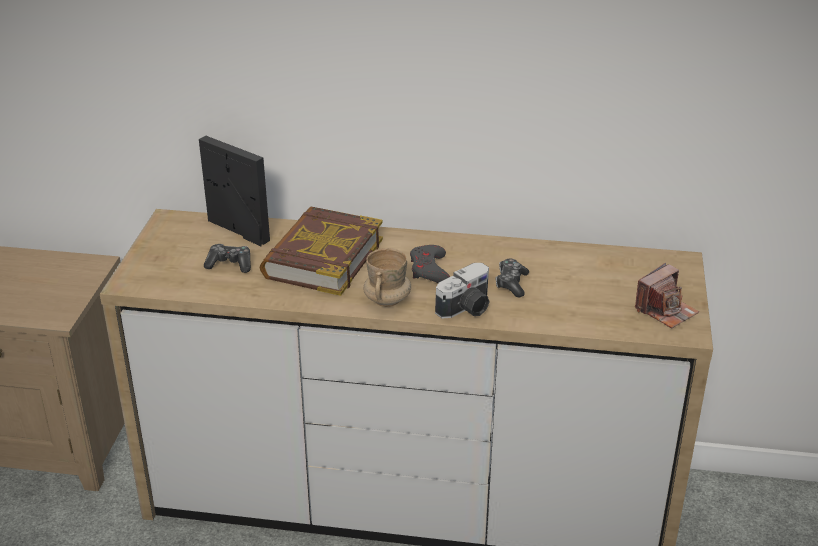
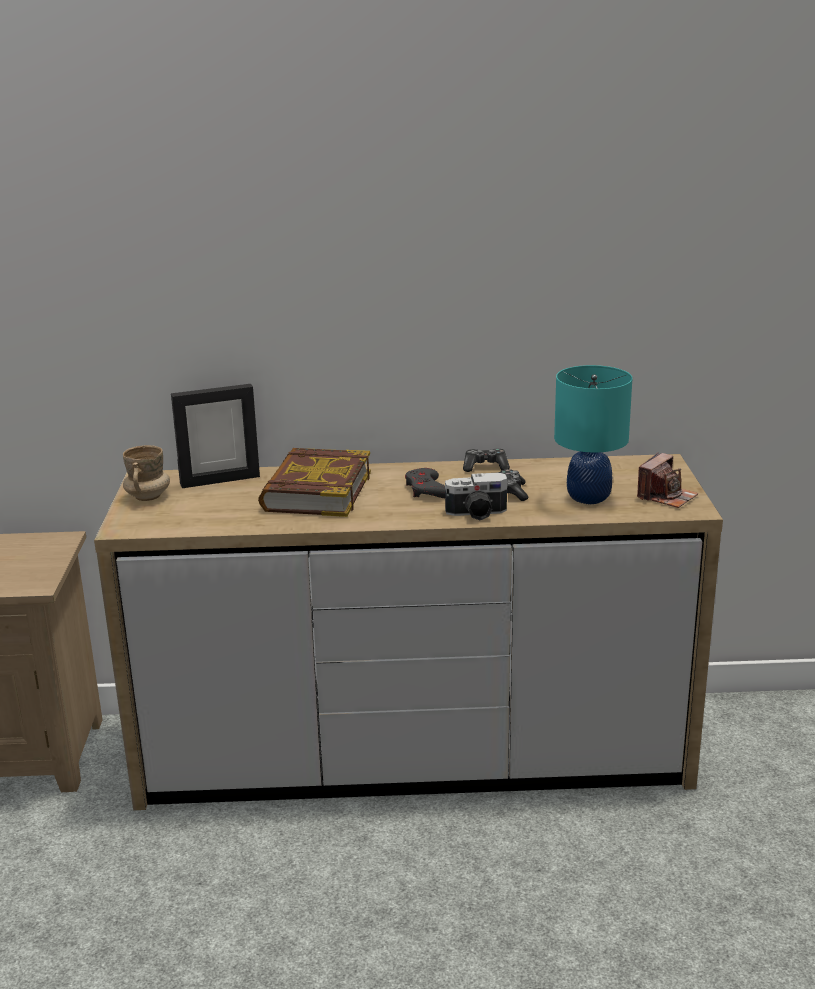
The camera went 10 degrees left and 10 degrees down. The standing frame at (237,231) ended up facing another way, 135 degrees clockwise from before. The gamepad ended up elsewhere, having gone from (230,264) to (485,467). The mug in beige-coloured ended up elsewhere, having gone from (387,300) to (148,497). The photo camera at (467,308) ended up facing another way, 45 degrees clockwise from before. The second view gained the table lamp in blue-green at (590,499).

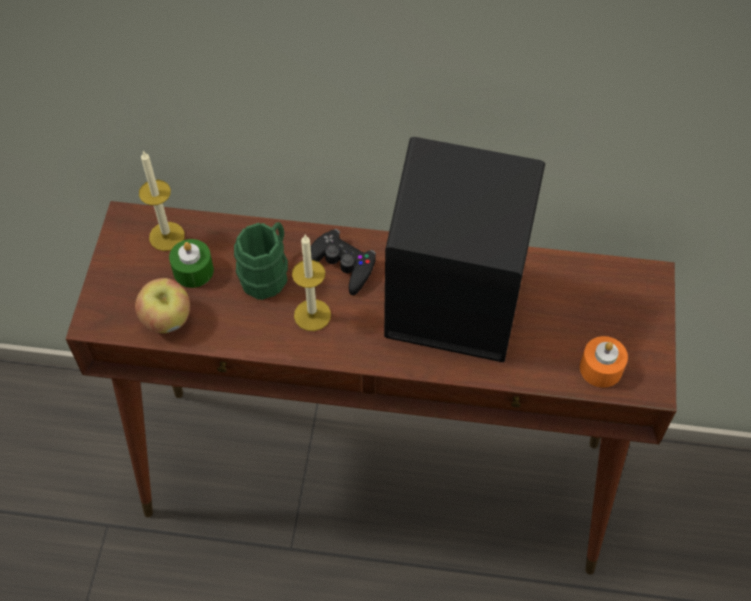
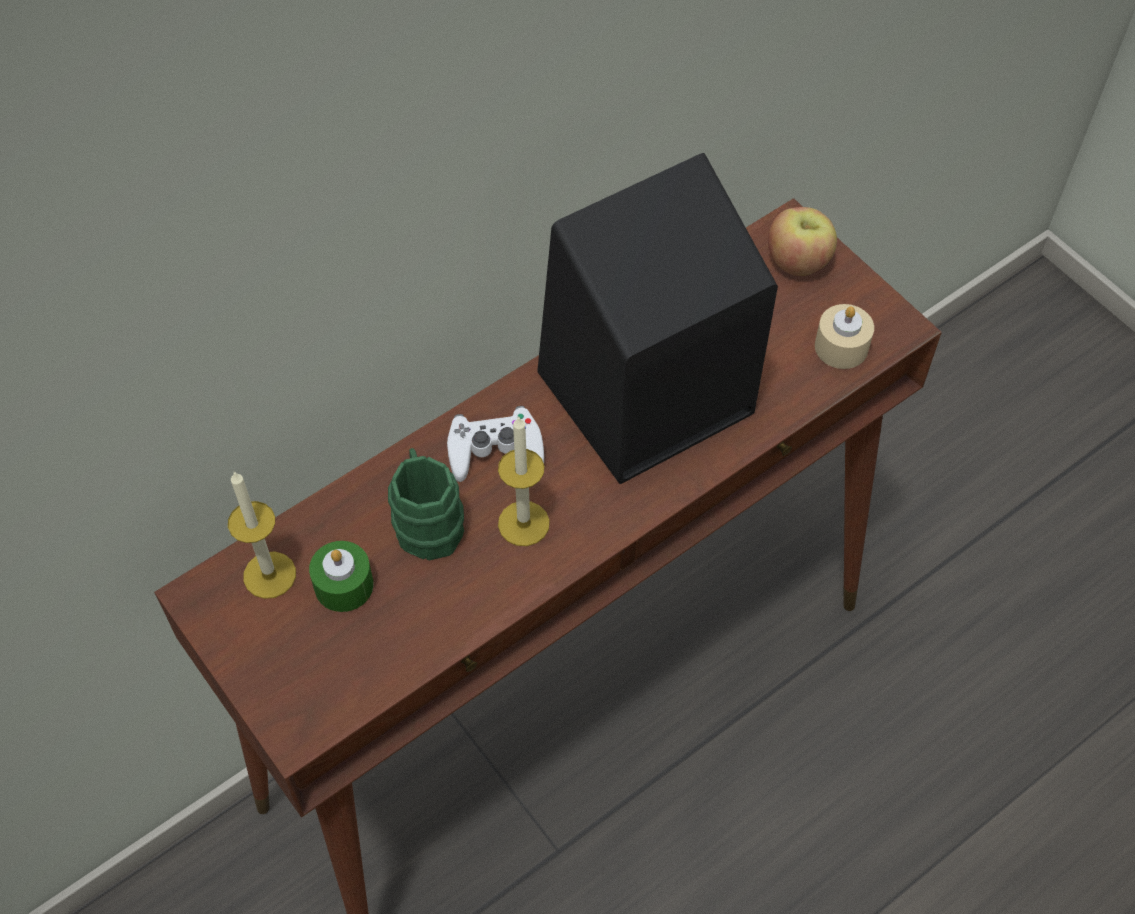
The camera went 45 degrees left and 0 degrees up. The apple ended up elsewhere, having gone from (167,320) to (798,261). What was the gamepad in blackish at (342,265) turned into the gamepad in white at (495,450). What was the wax light in orange-coloured at (601,368) turned into the wax light in beige-coloured at (841,347).

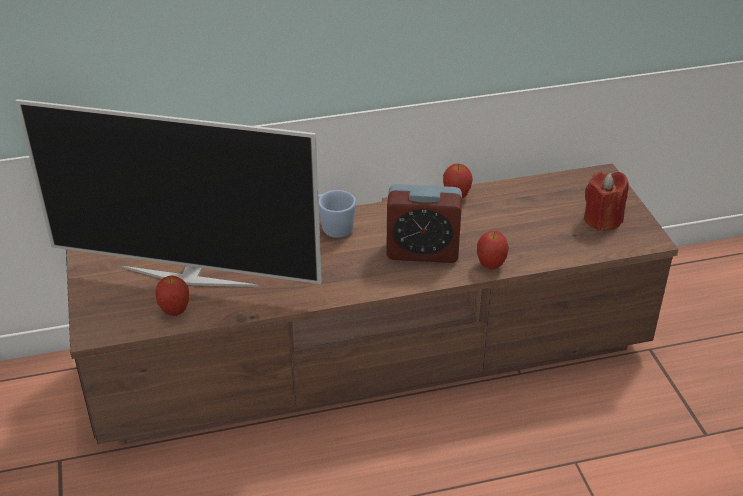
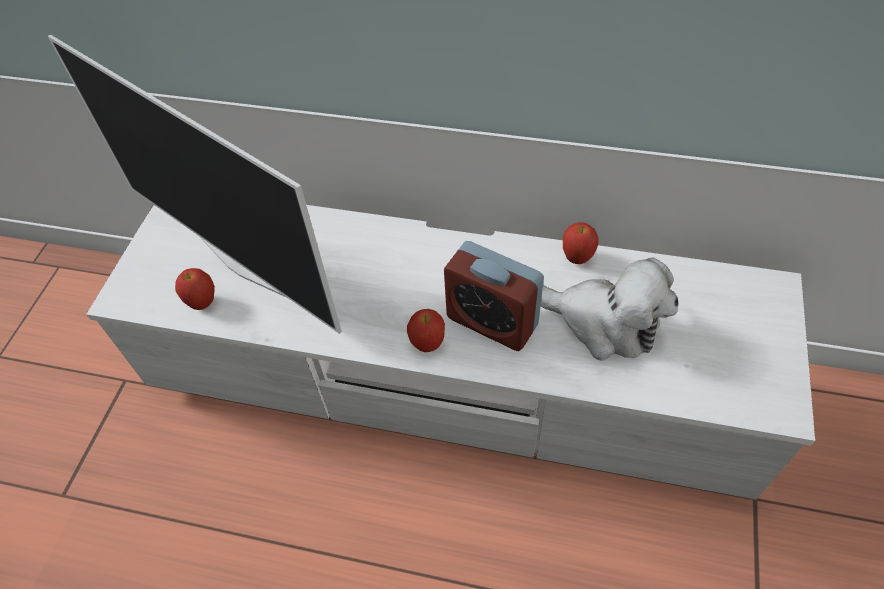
The camera went 30 degrees right and 15 degrees up. What was the tv stand in brownish at (372,355) turned into the tv stand in white at (449,380). The second view lost the mug in blue-coloured at (333,227). The apple ended up elsewhere, having gone from (491,265) to (427,344). The second view lost the wax light in reddish at (602,219). The second view gained the soft toy at (604,322).

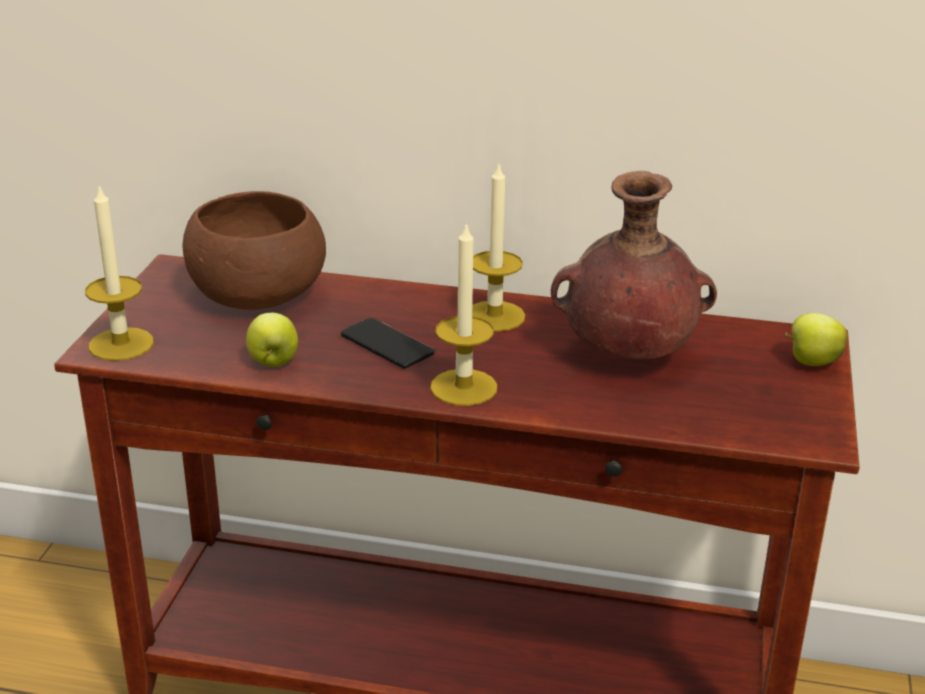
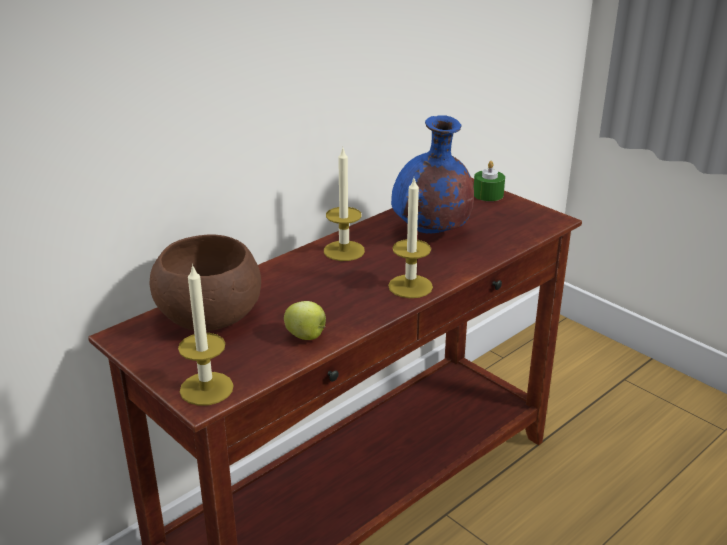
The camera went 55 degrees left and 0 degrees up. The second view lost the handset at (387,344). What was the flower vase in brownish at (626,355) turned into the flower vase in blue-coloured at (430,232). Where the apple stood at (811,362), the wax light in green came to stand at (488,194).

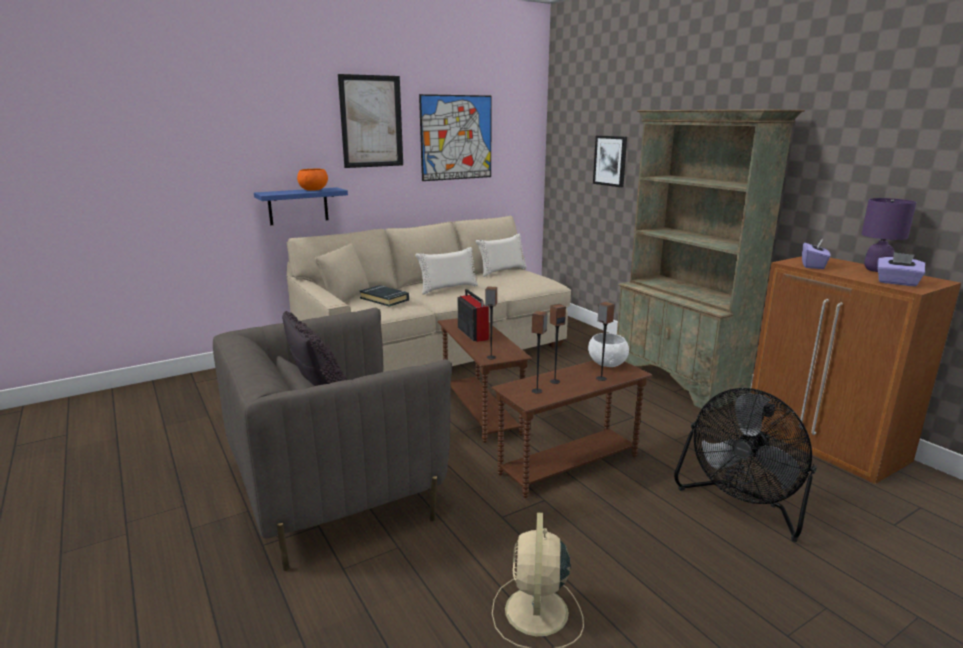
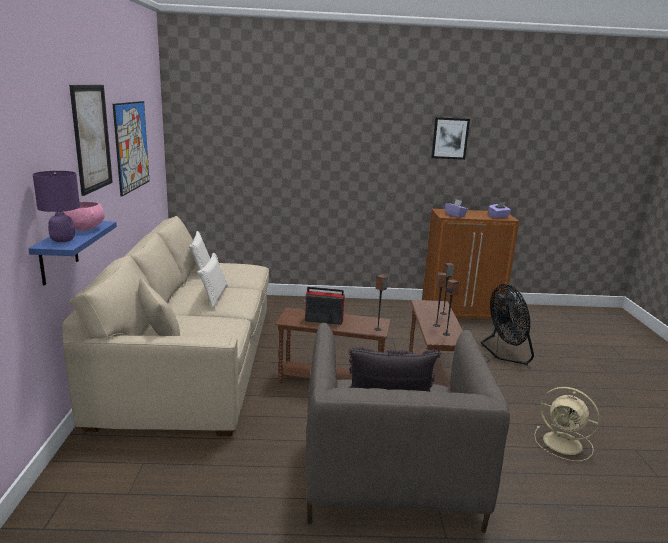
The camera went 60 degrees left and 0 degrees up. What was the bowl in orange-coloured at (313,190) turned into the bowl in pinkish at (86,229). The second view lost the volume in blackish at (385,299). The second view lost the bowl in white at (607,364). The wall picture ended up elsewhere, having gone from (610,161) to (450,138). The second view lost the bookshelf in green at (679,380). The electric fan in blackish at (739,501) ended up facing another way, 90 degrees counterclockwise from before. The table lamp in purple ended up elsewhere, having gone from (875,270) to (61,240).

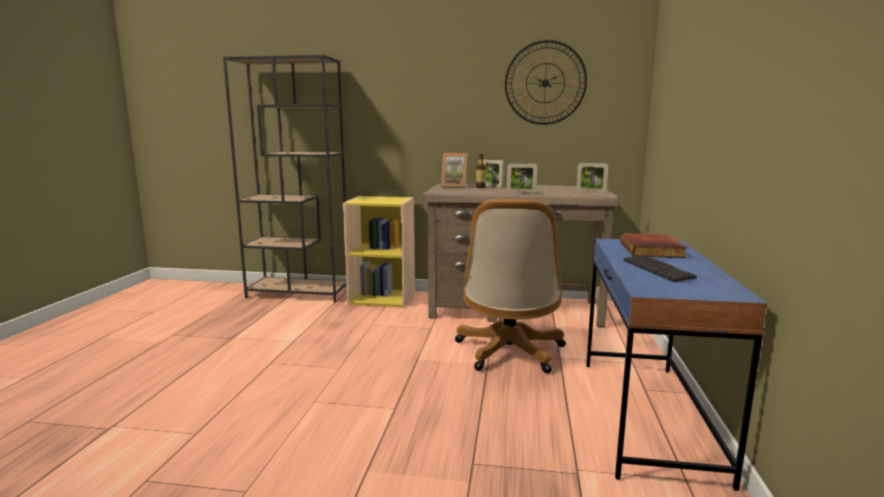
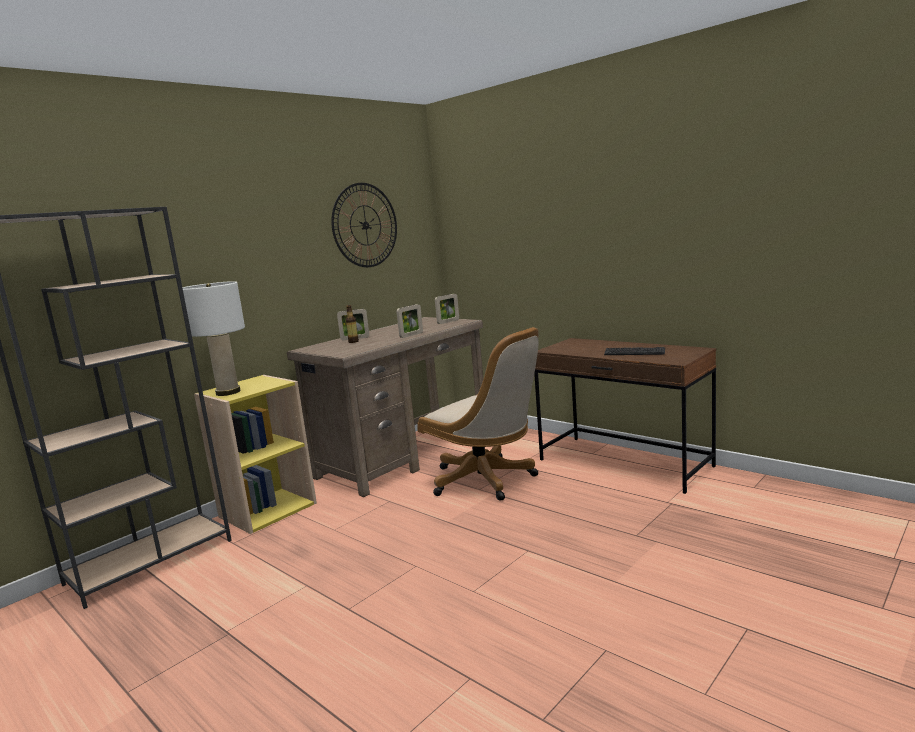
The camera went 55 degrees left and 0 degrees up. The second view lost the standing frame at (454,186). What was the desk in blue-coloured at (646,416) turned into the desk in brownish at (624,463). The second view lost the volume at (652,249). The second view gained the table lamp in white at (228,392).

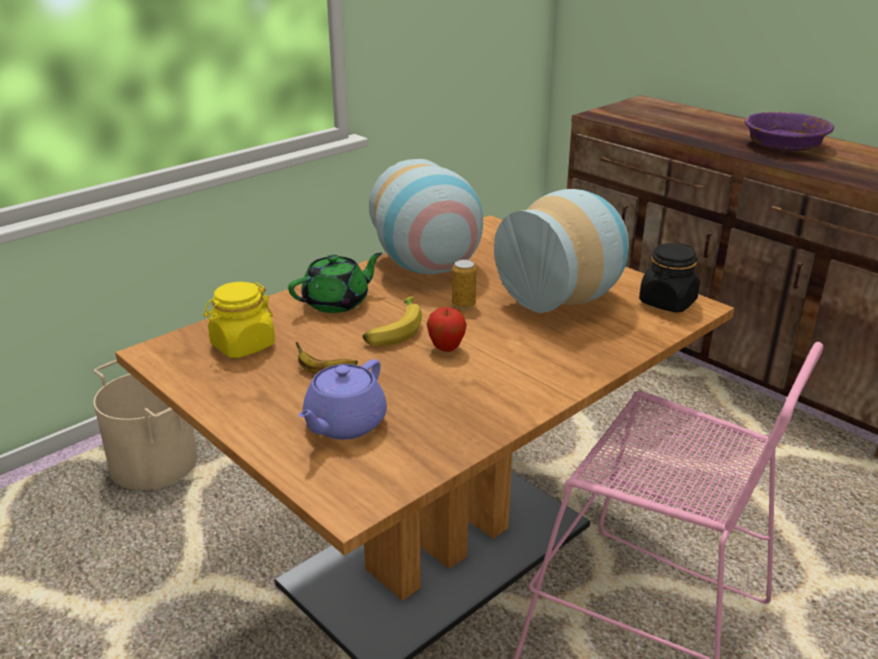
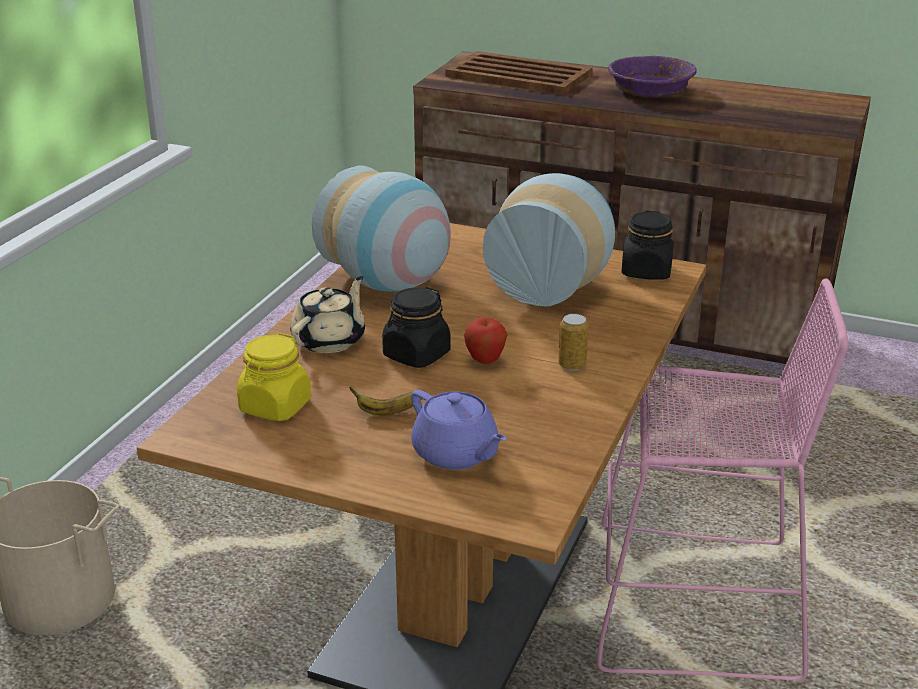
The camera went 25 degrees left and 0 degrees up. What was the pot for tea in green at (337,302) turned into the pot for tea in beige-coloured at (330,340). The pot for tea in purple at (344,424) ended up facing another way, 45 degrees counterclockwise from before. Where the banana stood at (393,330), the jar in blackish came to stand at (416,355). The sealed can ended up elsewhere, having gone from (463,304) to (572,365). The second view gained the carrying tray in brownish at (520,75).

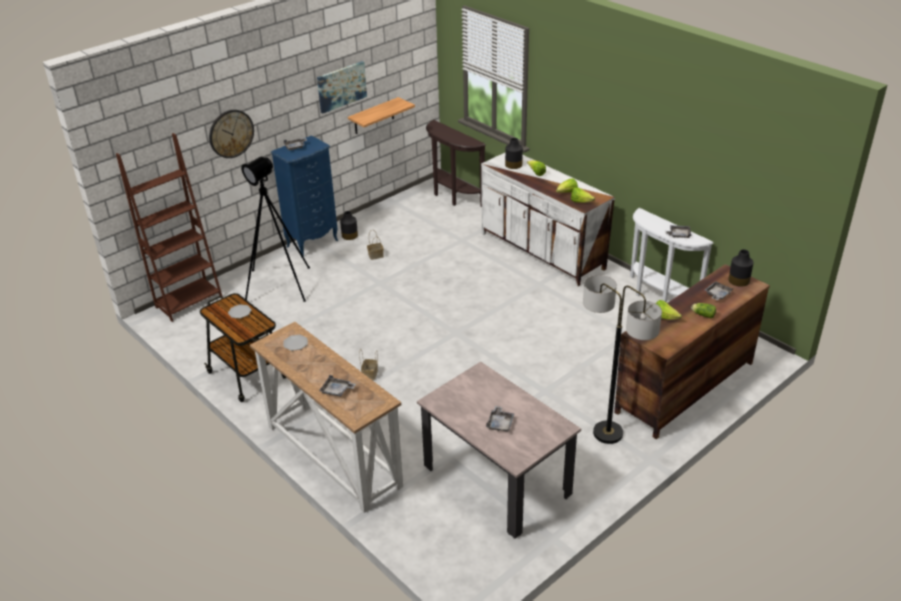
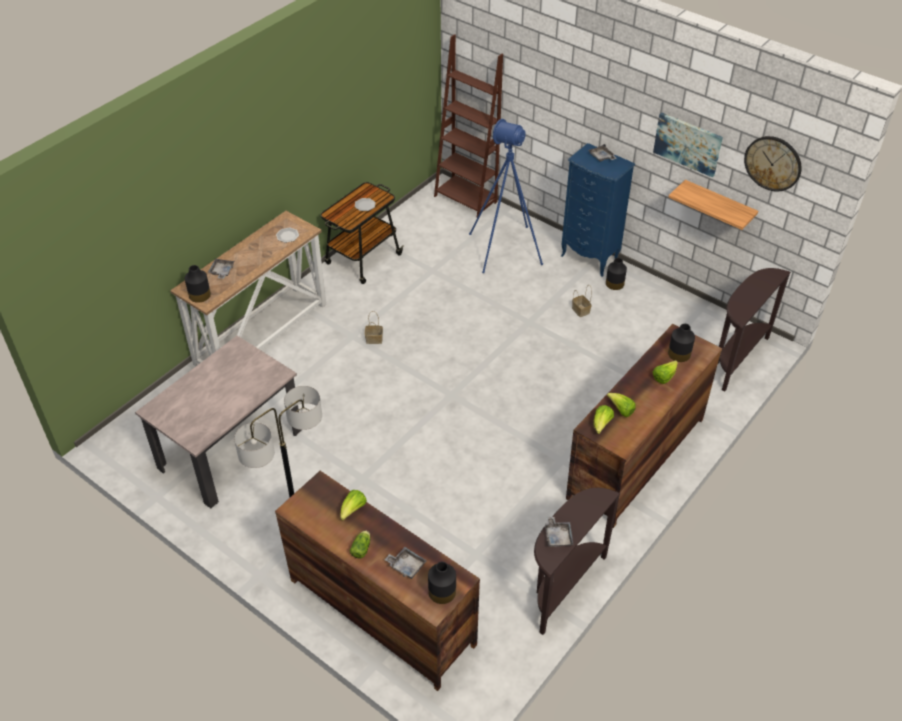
The camera went 80 degrees right and 10 degrees up. The clock on the wall ended up elsewhere, having gone from (231,133) to (773,163). What was the standing lamp in blackish at (277,286) turned into the standing lamp in blue-coloured at (505,249). What was the storage cabinet in white at (542,252) turned into the storage cabinet in brownish at (634,458). The second view lost the carrying tray in grey at (500,423). What was the narrow table in white at (658,297) turned into the narrow table in brownish at (562,586). The second view gained the flower vase in blackish at (199,295).

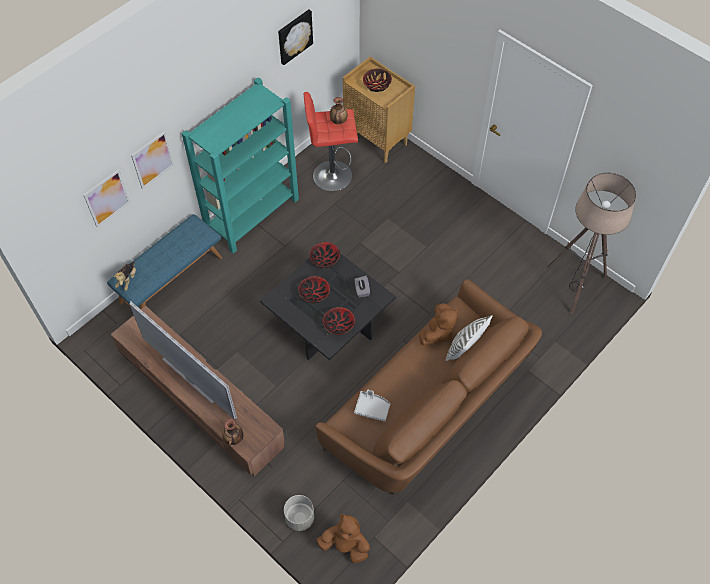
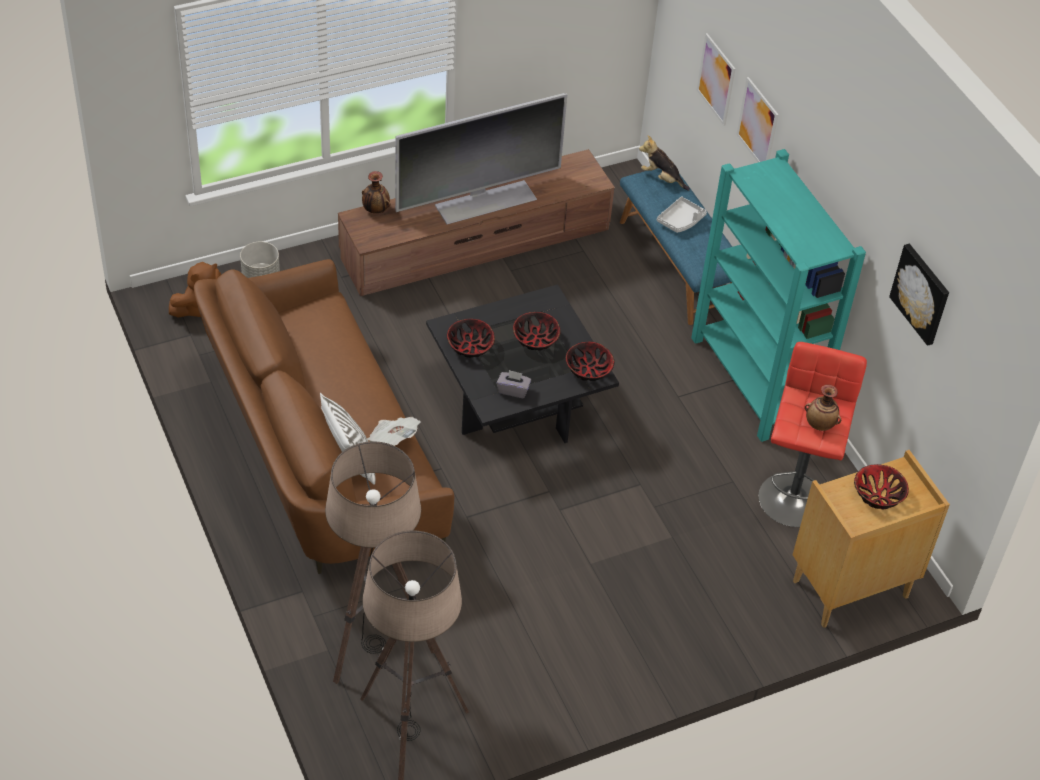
The camera went 110 degrees right and 10 degrees down. The carrying tray in grey ended up elsewhere, having gone from (372,408) to (681,220). Where the soft toy in brownish stood at (437,332), the newspaper came to stand at (393,440). The second view gained the standing lamp at (374,642).

